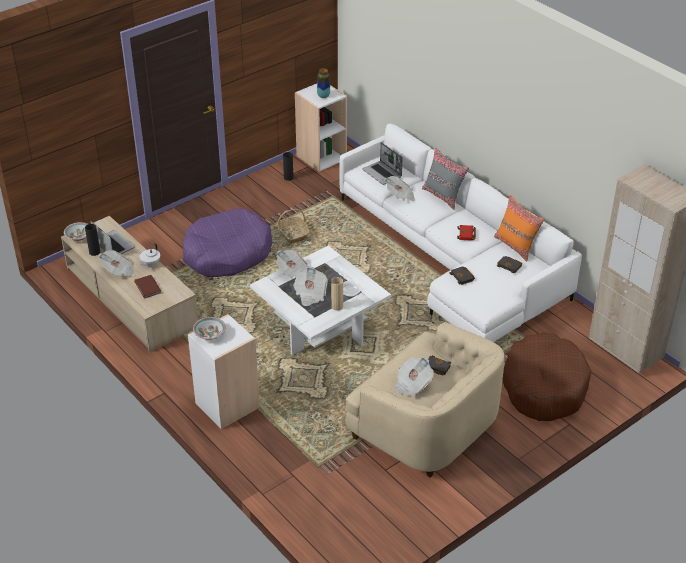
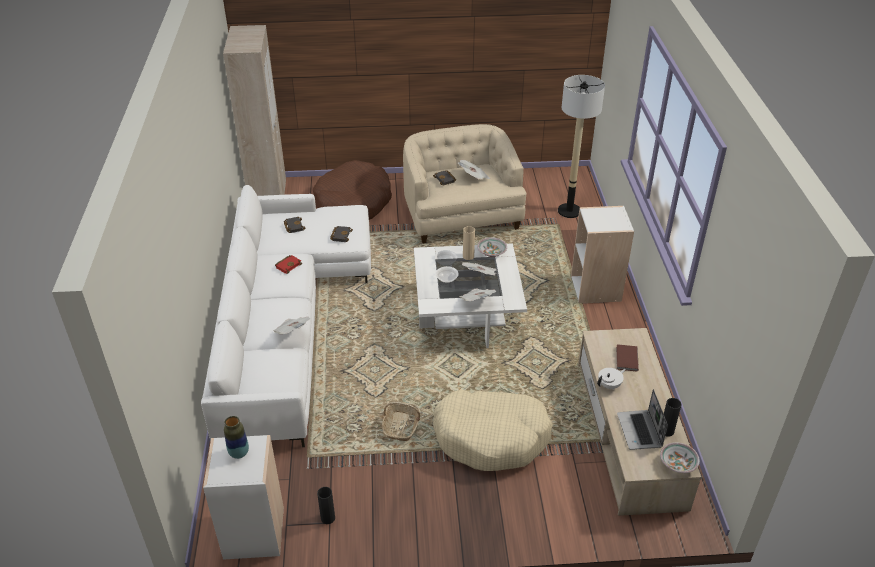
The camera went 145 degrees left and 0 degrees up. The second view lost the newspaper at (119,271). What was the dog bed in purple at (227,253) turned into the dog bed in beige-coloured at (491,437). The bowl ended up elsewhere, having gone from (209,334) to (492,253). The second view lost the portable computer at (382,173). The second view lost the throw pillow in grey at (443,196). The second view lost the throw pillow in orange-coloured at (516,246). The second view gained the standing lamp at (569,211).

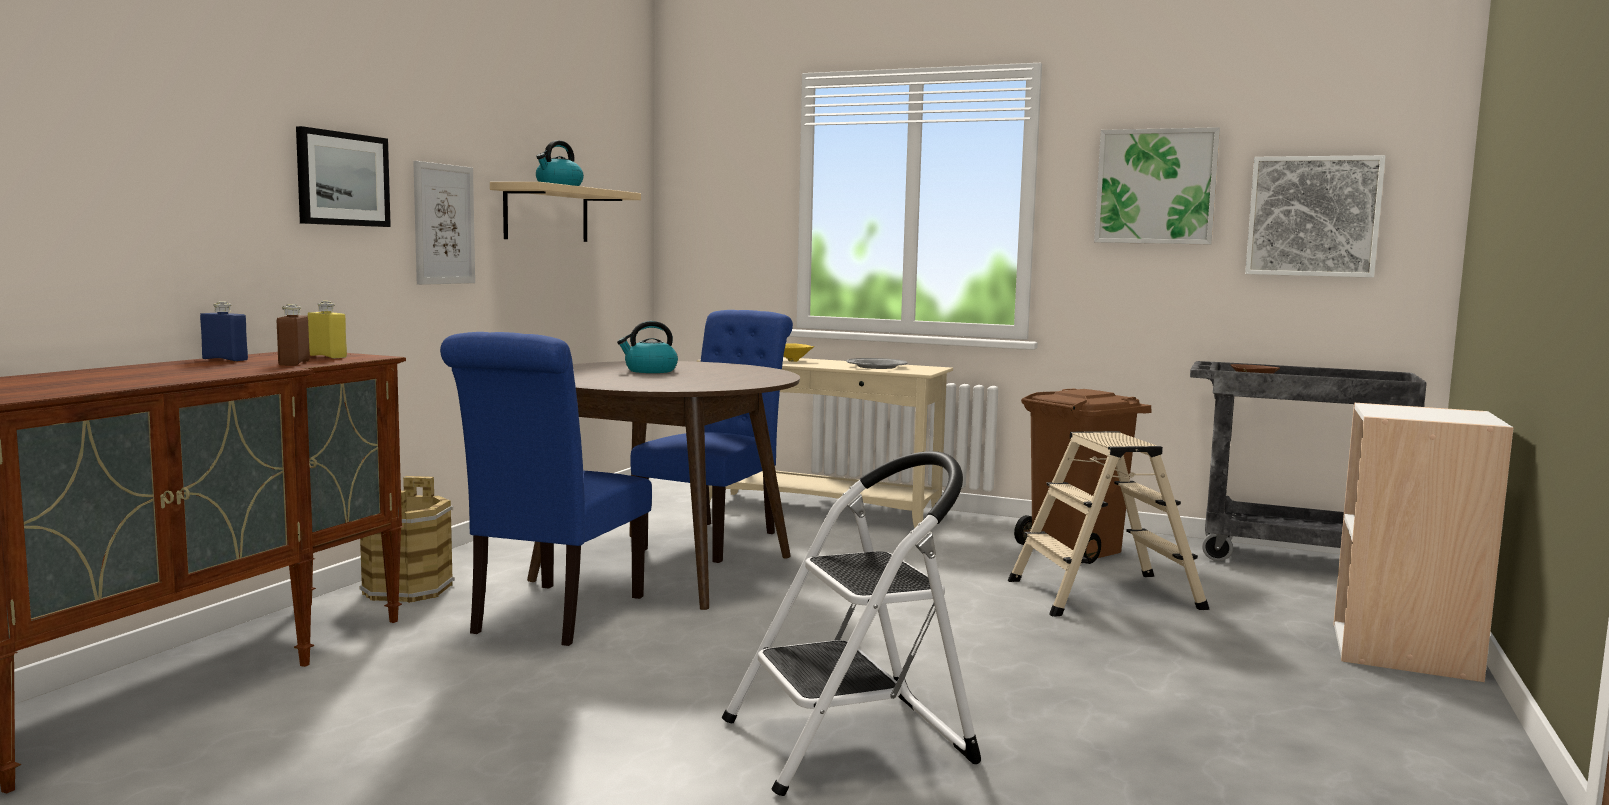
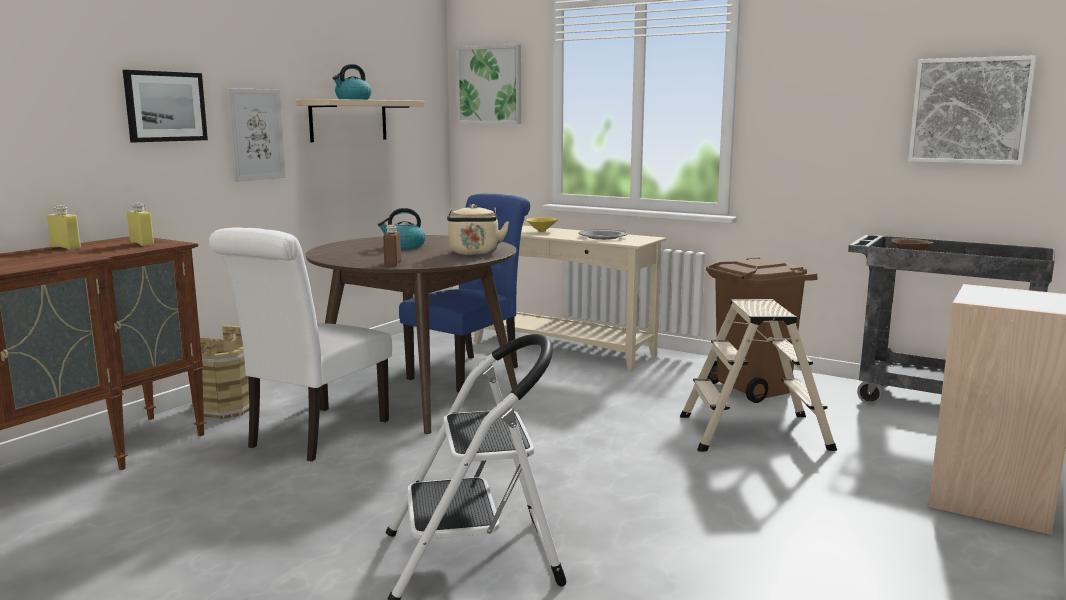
The camera went 10 degrees right and 5 degrees up. What was the beverage bottle in blue-coloured at (225,359) turned into the beverage bottle in yellowish at (65,247). The beverage bottle in brownish ended up elsewhere, having gone from (294,363) to (393,264). What was the plain chair in blue-coloured at (552,617) turned into the plain chair in white at (313,436). The wall picture ended up elsewhere, having gone from (1155,186) to (489,85). The second view gained the kettle in beige-coloured at (474,253).

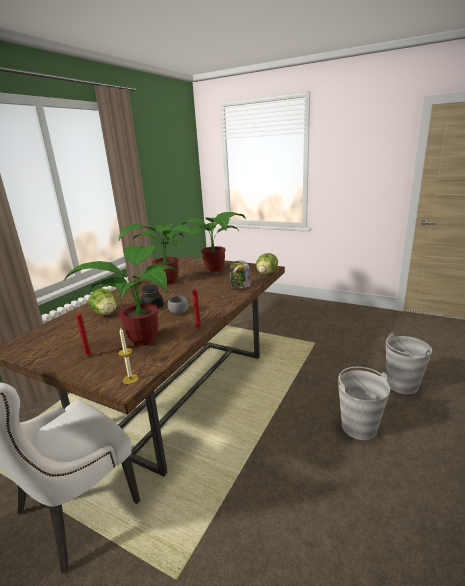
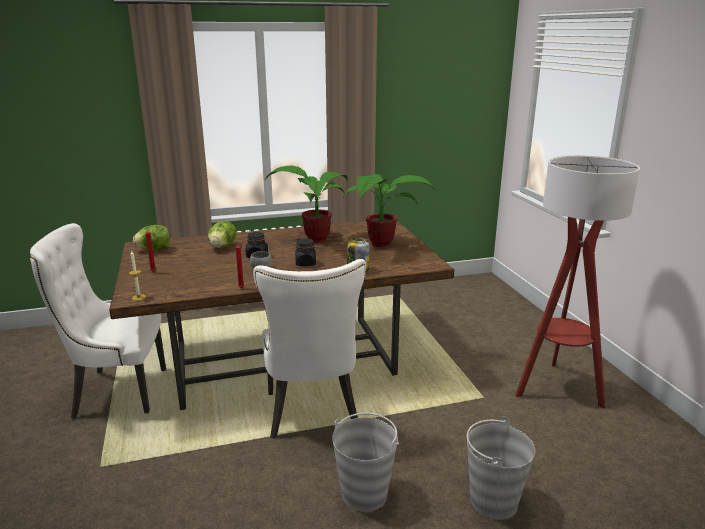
The camera went 45 degrees right and 0 degrees up. The second view lost the houseplant at (143,337). The head of lettuce ended up elsewhere, having gone from (266,274) to (154,250). The second view gained the plain chair in white at (312,413). The second view gained the jar in blackish at (305,263). The second view gained the standing lamp at (557,388).

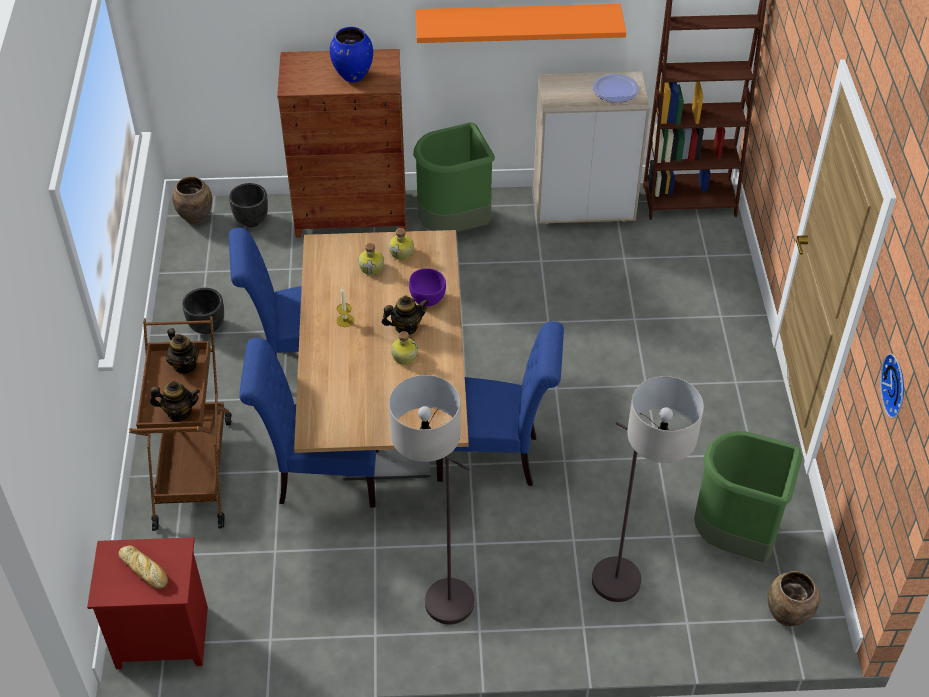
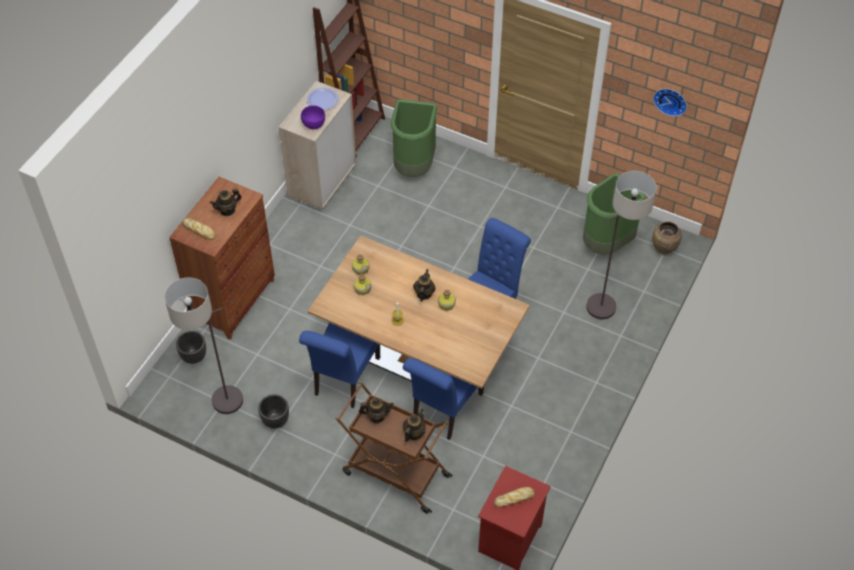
The camera went 60 degrees left and 5 degrees up. The second view lost the flower vase in brownish at (196,218). Where the flower vase in blue-coloured stood at (353,76), the pot for tea came to stand at (227,210). The standing lamp in grey ended up elsewhere, having gone from (437,595) to (218,404). The bowl in purple ended up elsewhere, having gone from (427,299) to (313,125). The rubbish bin in green ended up elsewhere, having gone from (454,226) to (414,166). The second view lost the shelf in orange-coloured at (517,22). The second view gained the baked bread at (200,231).

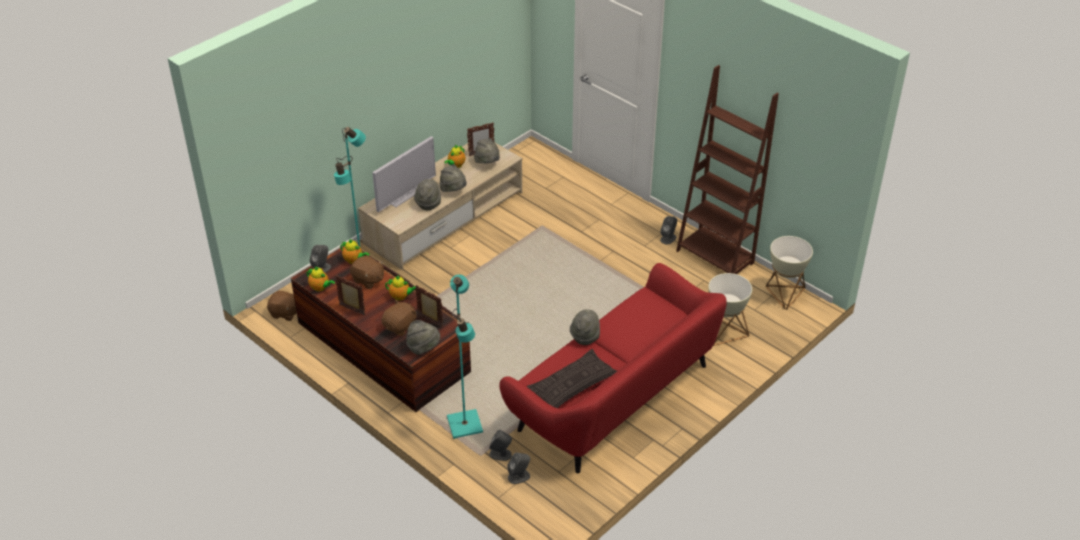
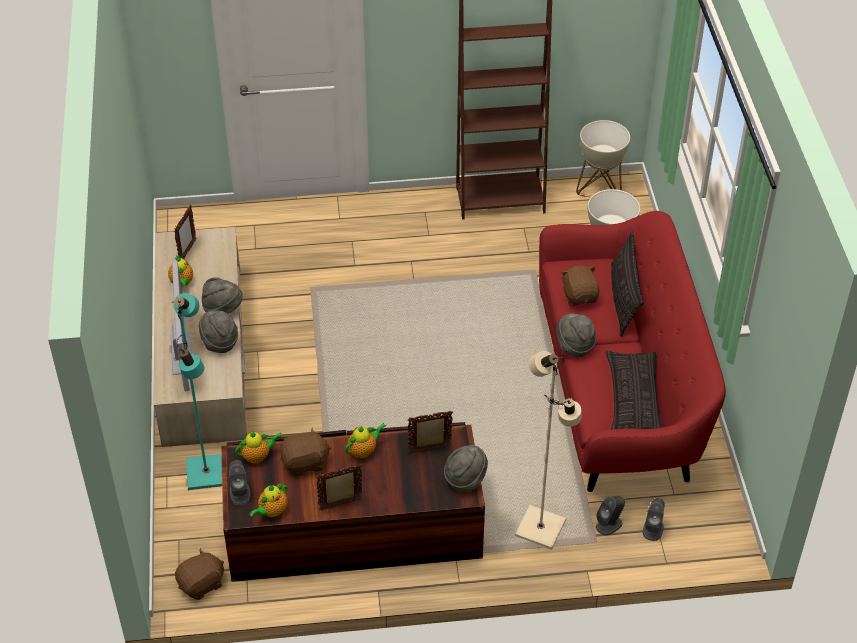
The camera went 50 degrees left and 5 degrees up. The pot for tea at (320,288) ended up facing another way, 150 degrees clockwise from before. The soft toy in brownish ended up elsewhere, having gone from (400,327) to (579,296). What was the standing lamp in blue-green at (464,425) turned into the standing lamp in beige-coloured at (540,528). The second view lost the hat in grey at (488,163). The second view lost the speaker in grey at (668,238). The second view gained the throw pillow at (623,299).

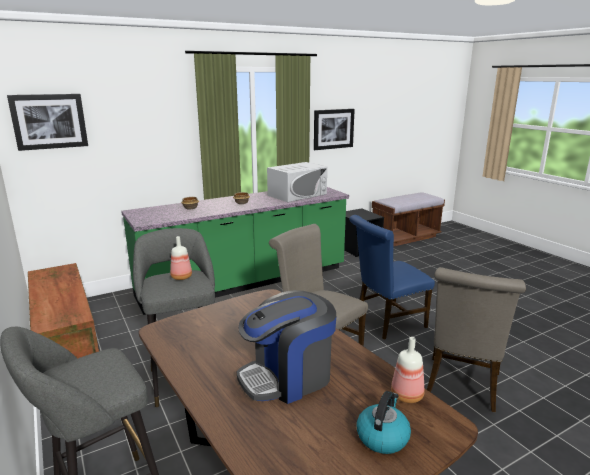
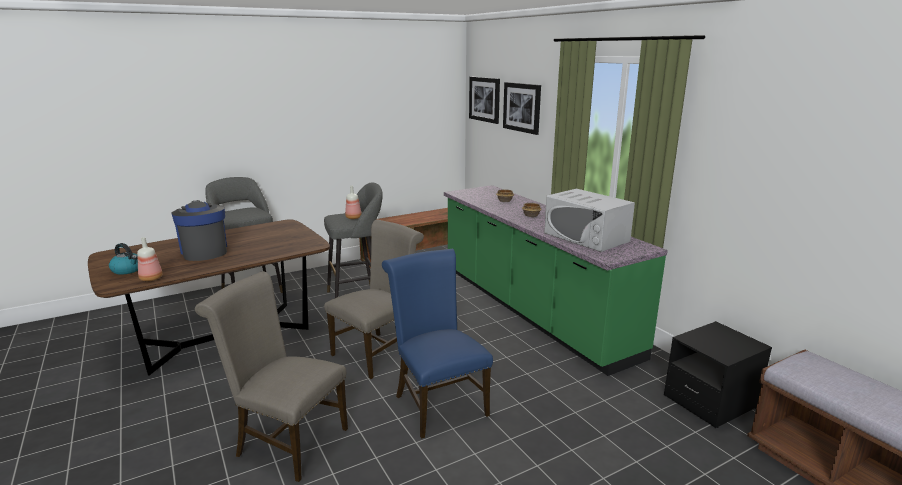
The camera went 90 degrees right and 0 degrees up. The wall picture ended up elsewhere, having gone from (333,129) to (522,107).

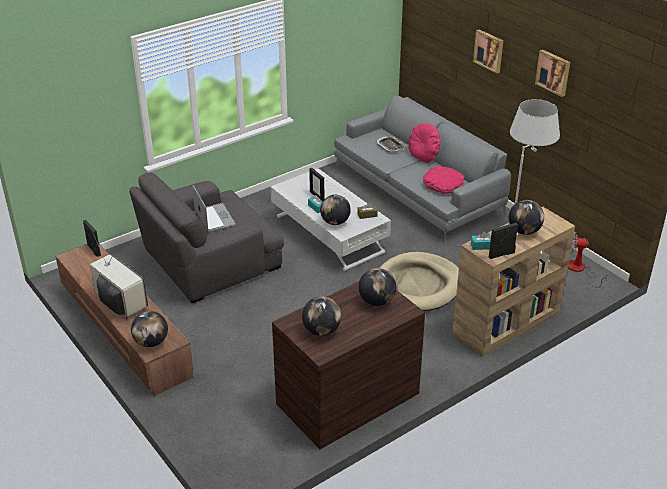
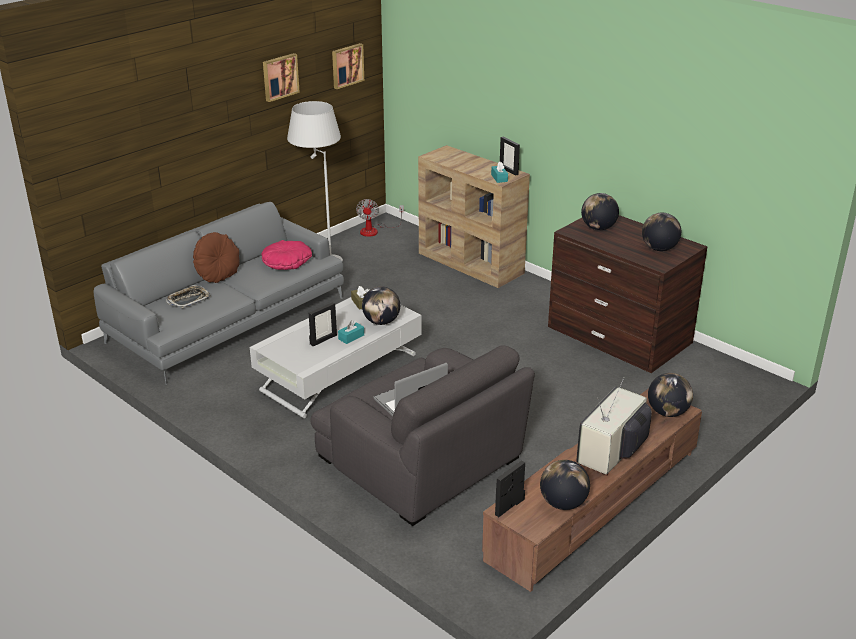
The camera went 100 degrees left and 5 degrees down. The second view lost the dog bed in beige-coloured at (417,285). What was the throw pillow in pinkish at (423,157) turned into the throw pillow in brownish at (218,277). The wall picture ended up elsewhere, having gone from (489,50) to (347,65). The desk globe ended up elsewhere, having gone from (524,231) to (563,503).

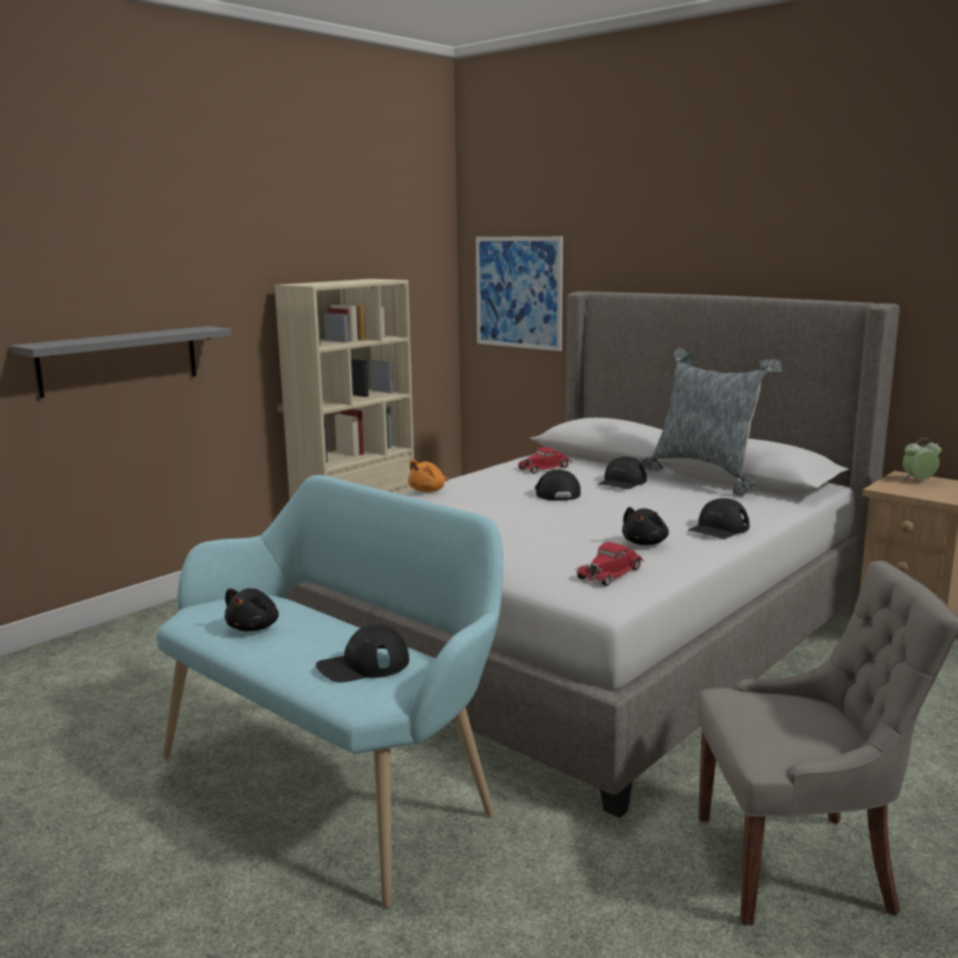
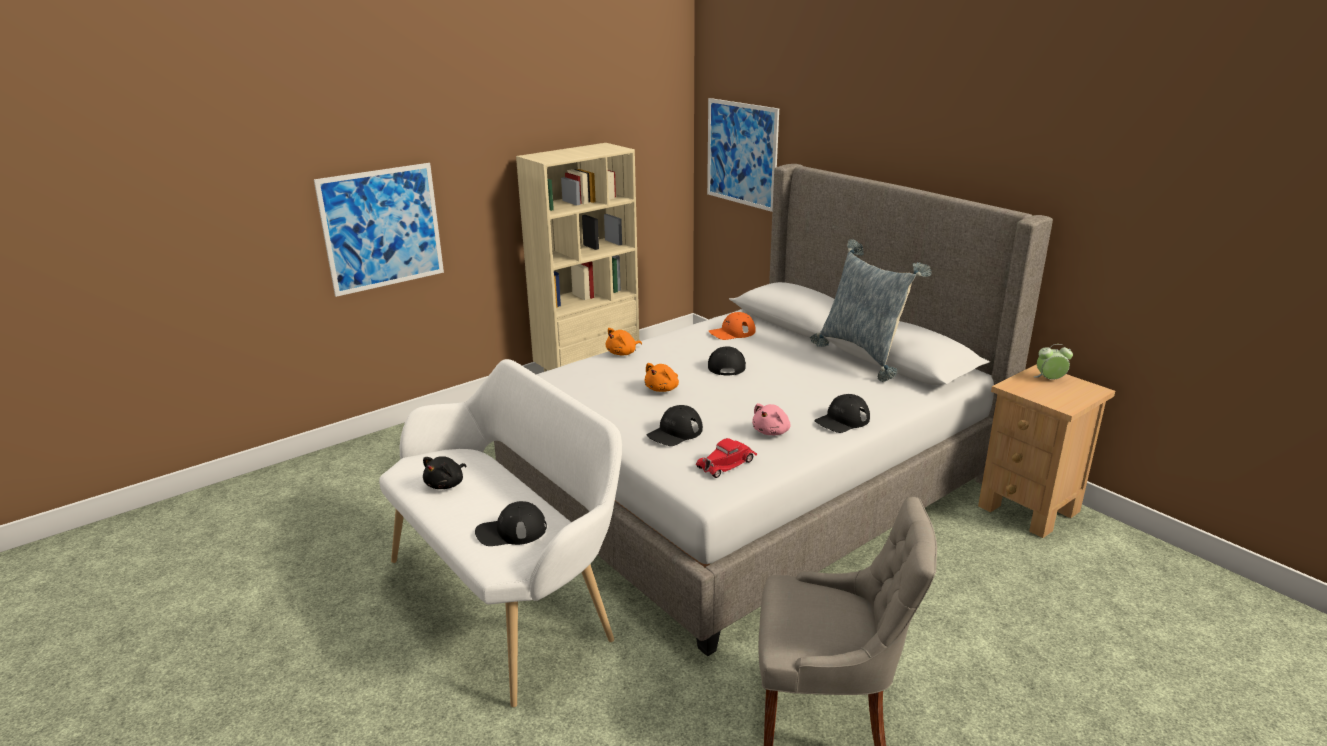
The camera went 10 degrees right and 10 degrees up. Where the shelf in grey hung at (119,360), the wall picture came to hang at (382,228). What was the bench in blue-green at (336,780) turned into the bench in white at (509,596). Where the model car in reddish stood at (545,468), the cap in orange-coloured came to stand at (732,332). The cap in blackish ended up elsewhere, having gone from (621,482) to (675,432). What was the soft toy in blackish at (645,543) turned into the soft toy in pinkish at (772,431). The second view gained the soft toy in orange-coloured at (663,389).

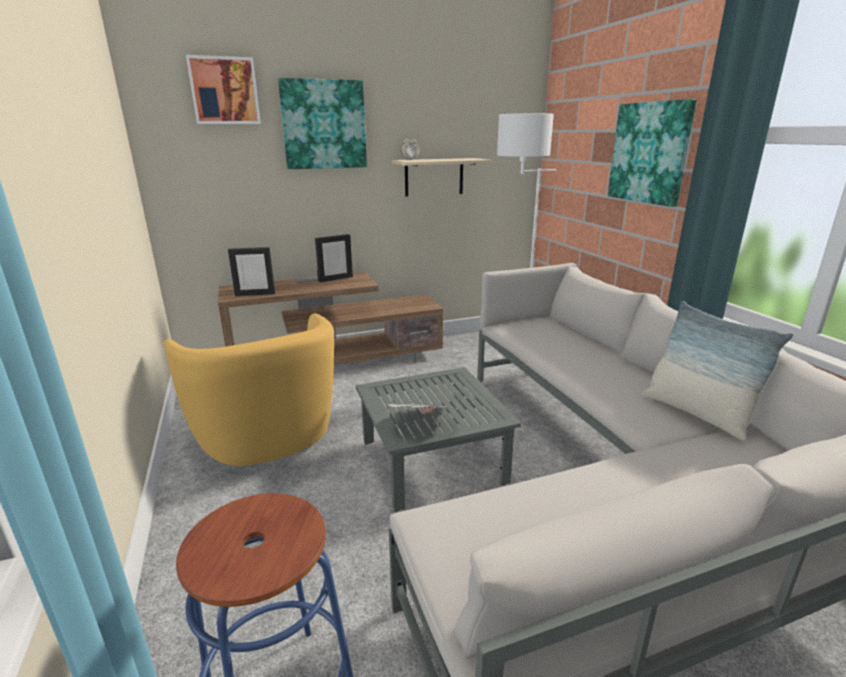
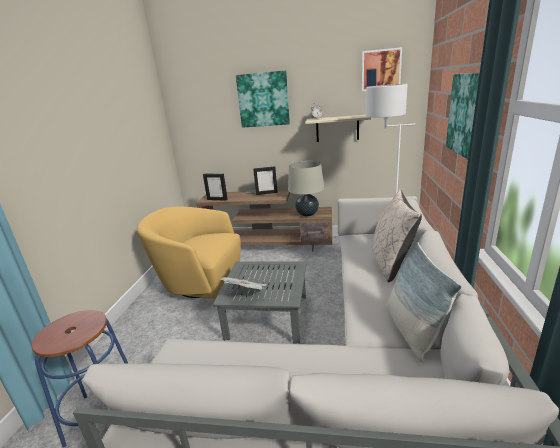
The camera went 30 degrees right and 0 degrees up. The lounge chair in yellowish at (268,439) ended up facing another way, 105 degrees clockwise from before. The wall picture ended up elsewhere, having gone from (224,91) to (380,70). The second view gained the table lamp in beige-coloured at (307,214). The second view gained the throw pillow in beige-coloured at (391,263).

